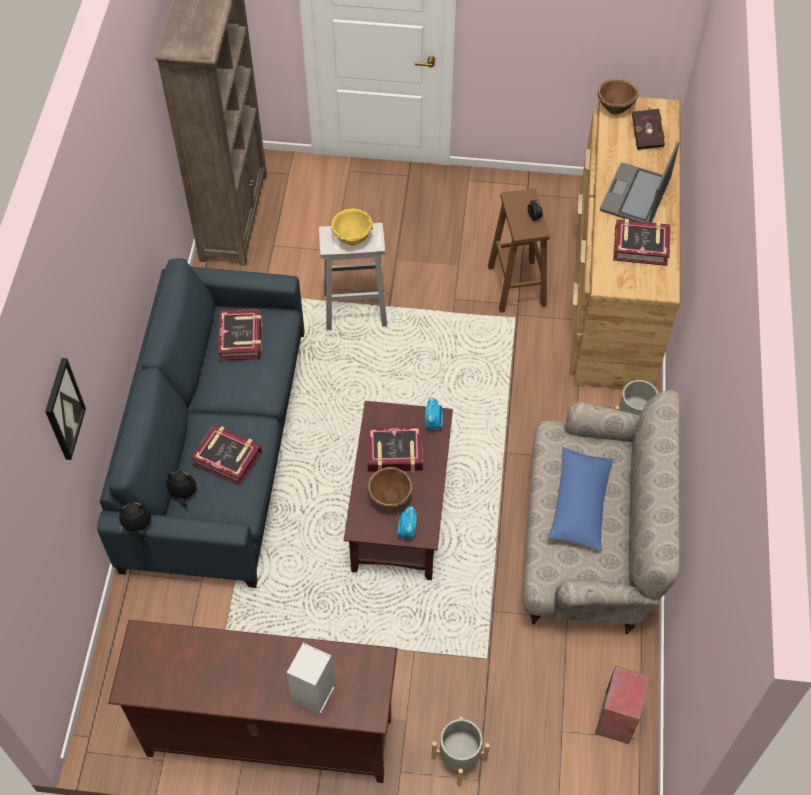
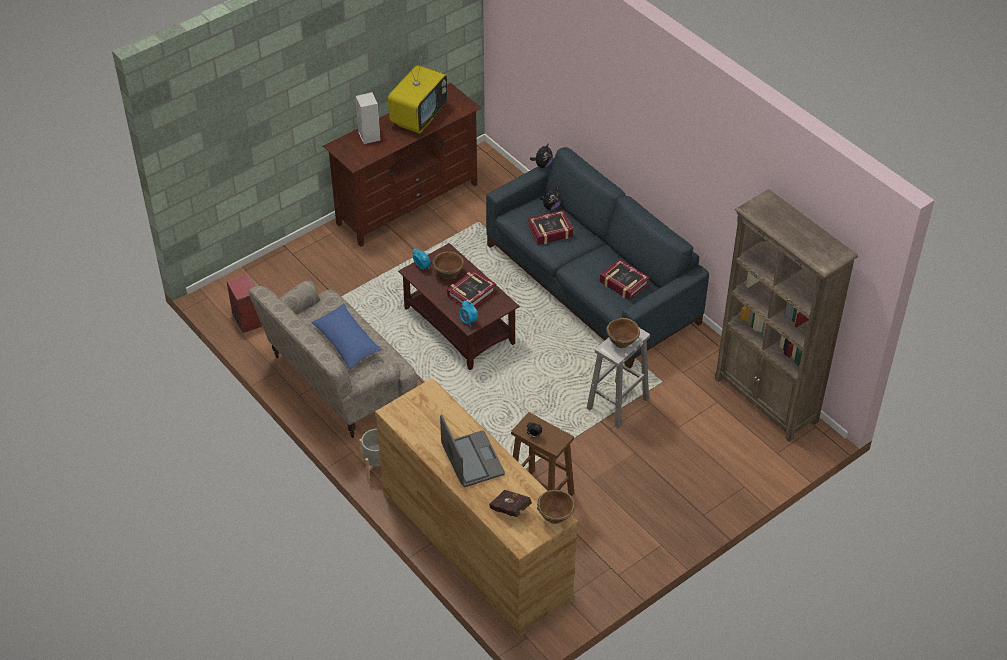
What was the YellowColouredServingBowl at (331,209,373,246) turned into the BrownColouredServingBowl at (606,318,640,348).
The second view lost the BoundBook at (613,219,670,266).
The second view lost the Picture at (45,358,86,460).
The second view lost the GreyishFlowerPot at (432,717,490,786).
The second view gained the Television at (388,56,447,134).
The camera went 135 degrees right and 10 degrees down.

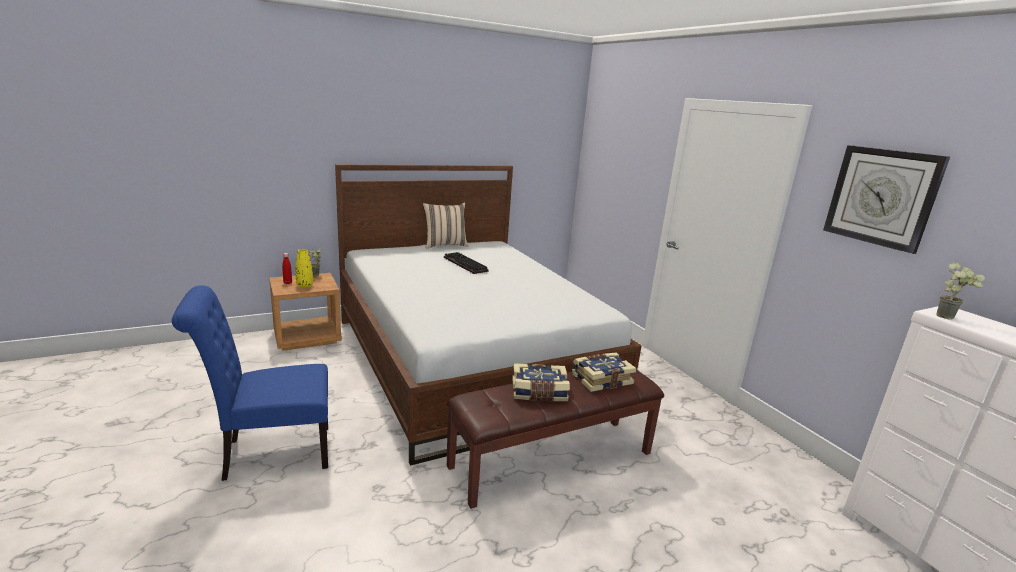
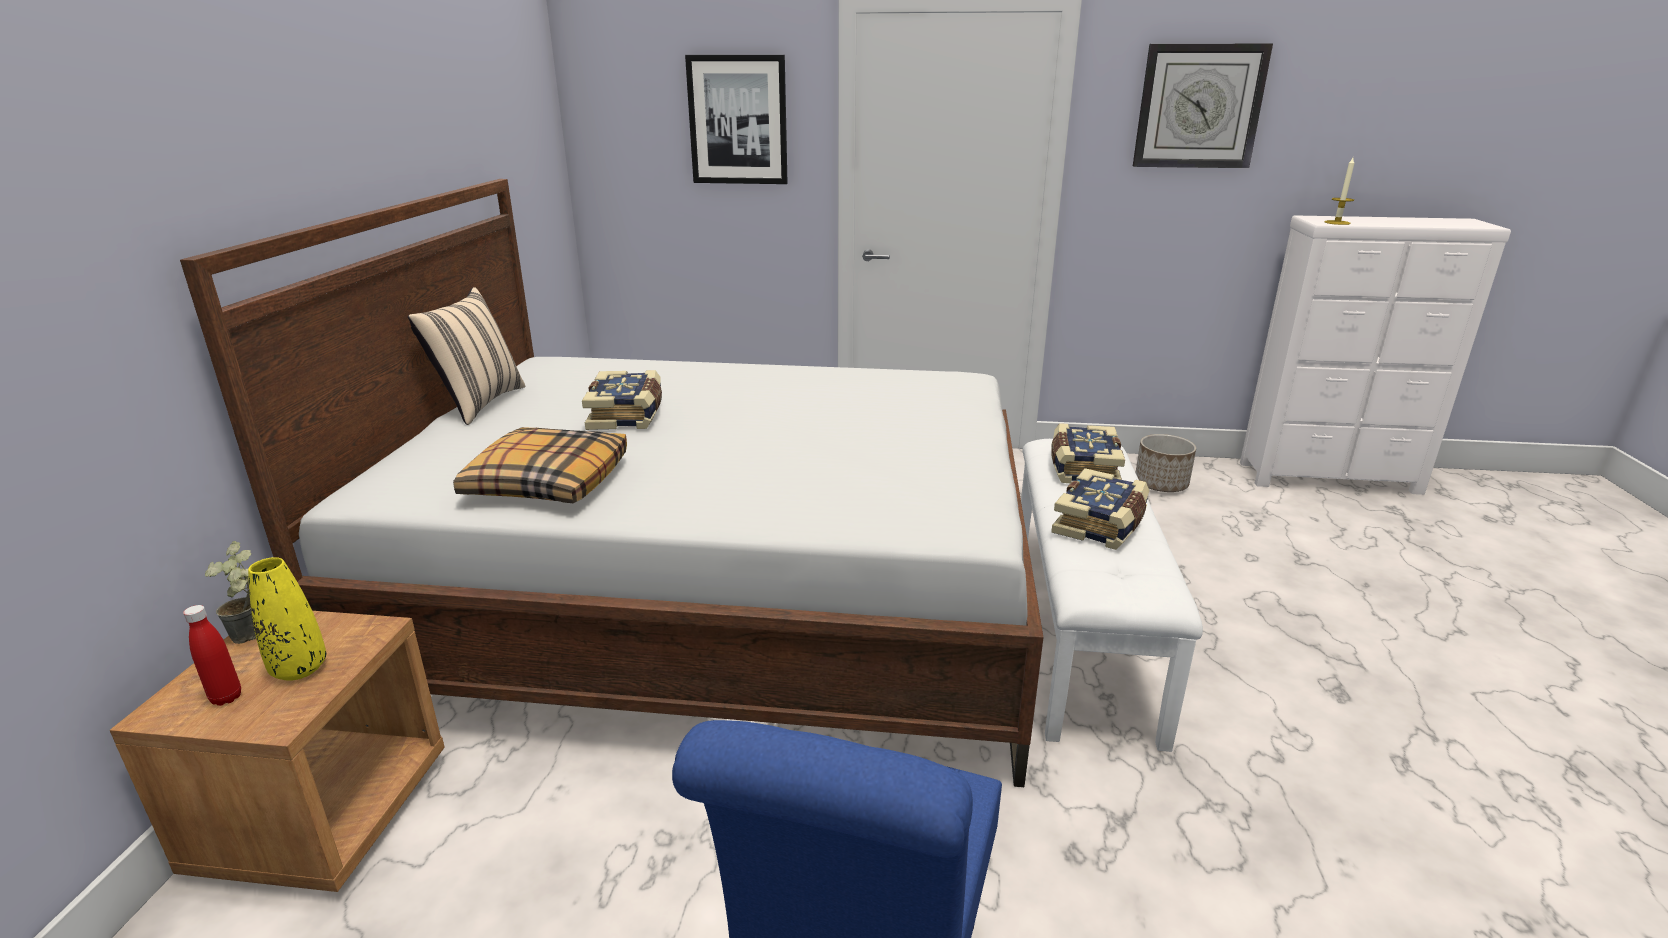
Where the ComputerKeyboard stood at (444,252,489,274), the BoundBook came to stand at (582,370,662,430).
Where the Houseplant stood at (936,262,985,320), the WaxLight came to stand at (1325,158,1354,225).
What was the BrownColouredIndoorBench at (447,369,664,509) turned into the WhiteIndoorBench at (1021,439,1203,752).
The second view gained the Picture at (685,55,788,184).
The second view gained the Cushion at (453,427,627,503).
The second view gained the FlowerPot at (1135,434,1196,492).
The camera went 55 degrees left and 5 degrees up.

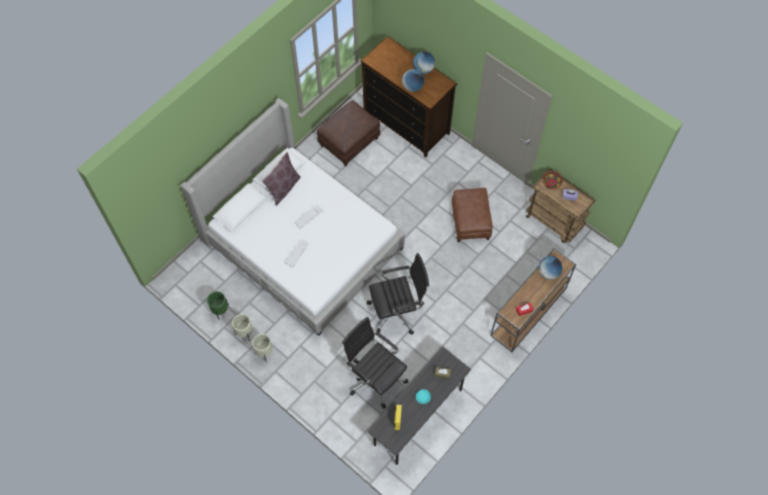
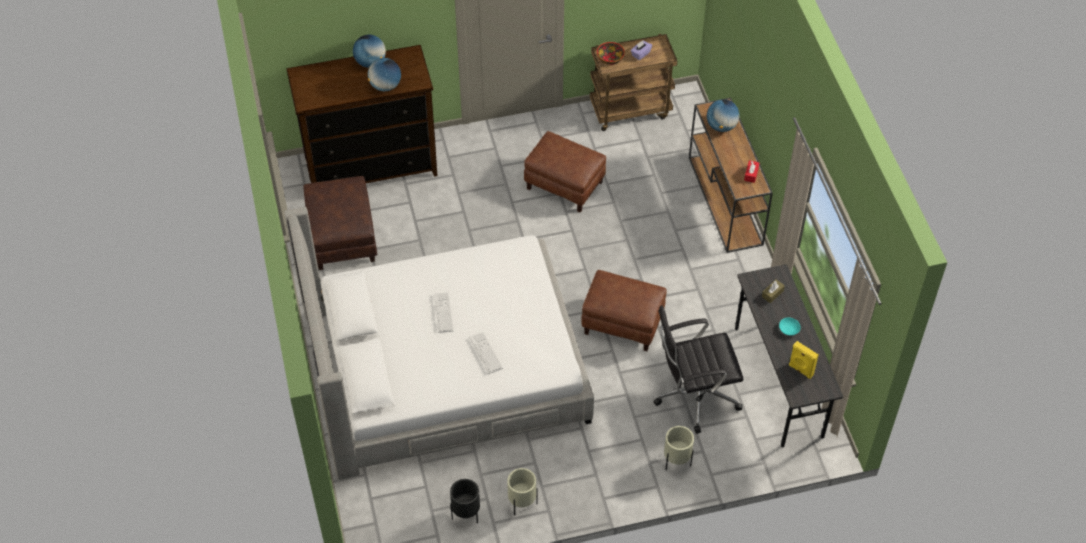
The second view lost the BrownColouredCushion at (262,152,301,206).
Where the BlackColouredComputerChair stood at (367,253,429,335), the BrownColouredPouffe came to stand at (581,270,667,351).
What was the GreenFlowerPot at (207,291,230,320) turned into the BlackColouredFlowerPot at (450,479,480,524).
The BeigeFlowerPot ended up elsewhere, having gone from (252,334,273,362) to (664,426,694,470).
The camera went 55 degrees left and 10 degrees down.

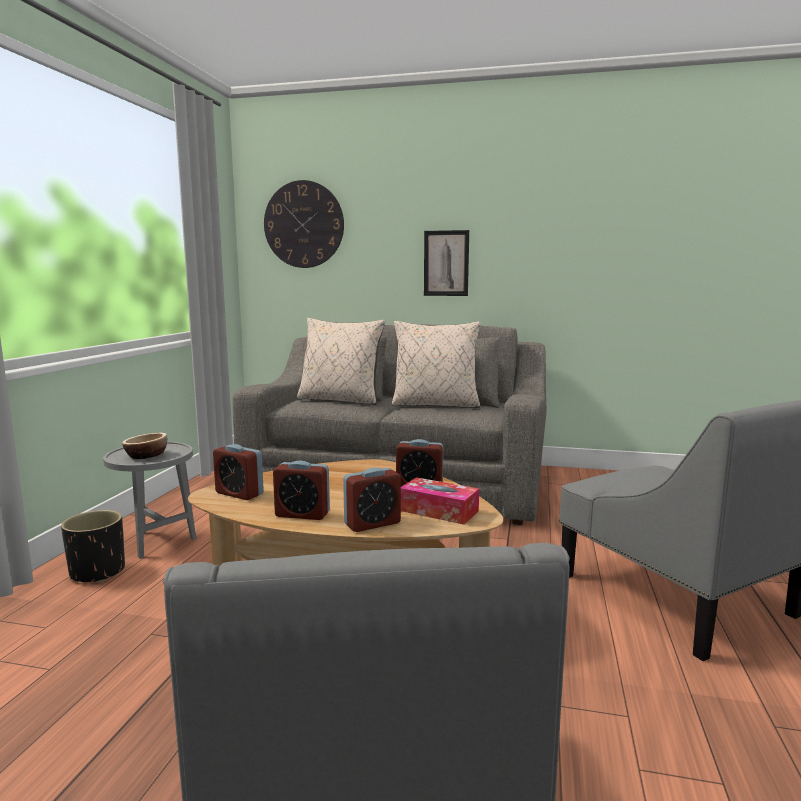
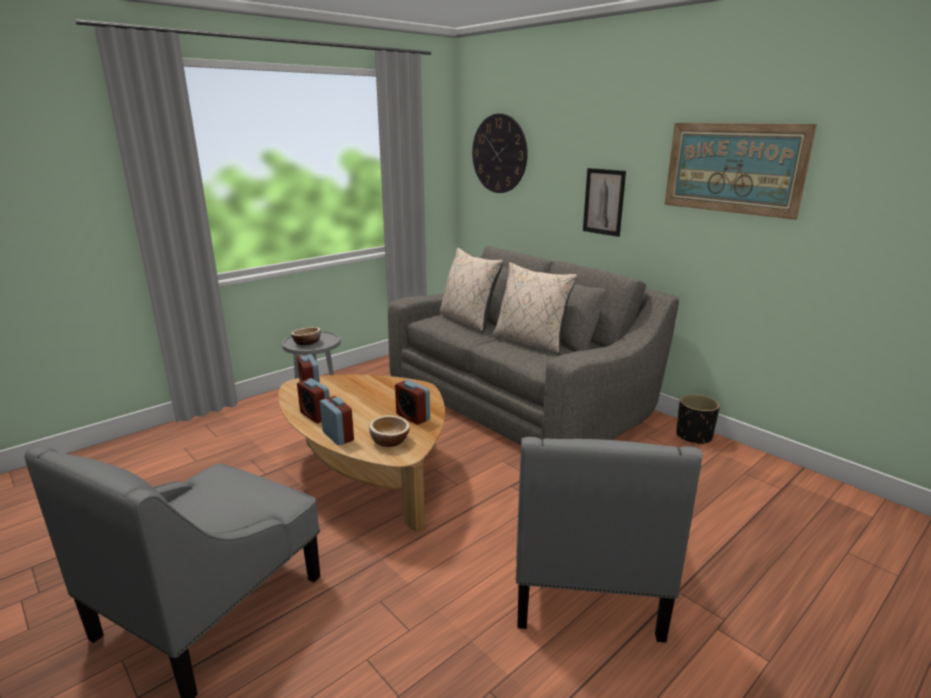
The TableClock at (343,468,401,532) ended up facing another way, 135 degrees counterclockwise from before.
Where the TissueHolder stood at (401,477,479,525), the ServingBowl came to stand at (369,415,410,447).
The BlackColouredFlowerPot ended up elsewhere, having gone from (61,510,125,583) to (676,394,720,445).
The second view gained the Picture at (665,123,817,220).
The camera went 35 degrees right and 10 degrees up.

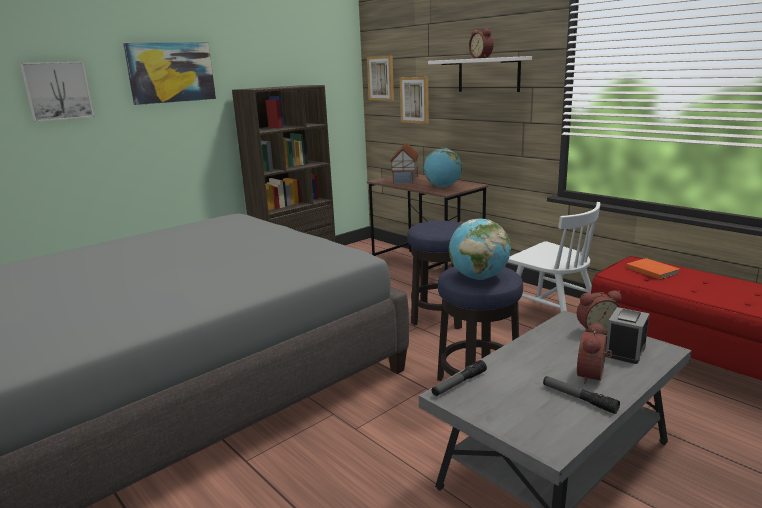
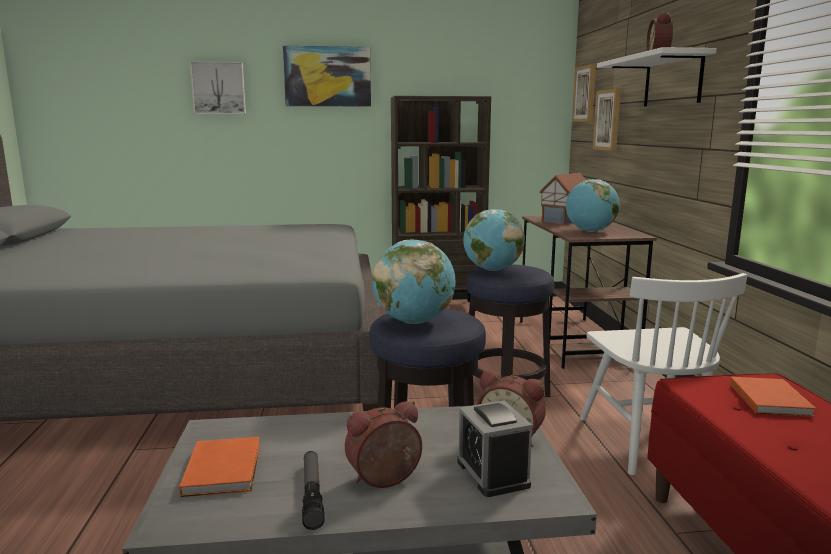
The TableClock at (605,307,650,364) ended up facing another way, 90 degrees counterclockwise from before.
The second view lost the Torch at (432,360,487,396).
The second view gained the DeskGlobe at (463,209,525,271).
The second view gained the OrangeBoundBook at (179,437,260,497).
The camera went 35 degrees right and 5 degrees down.

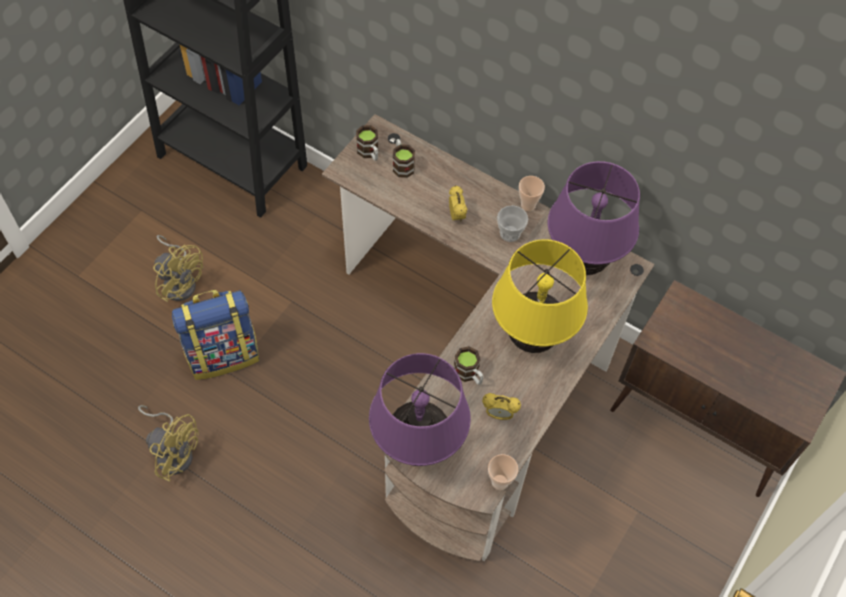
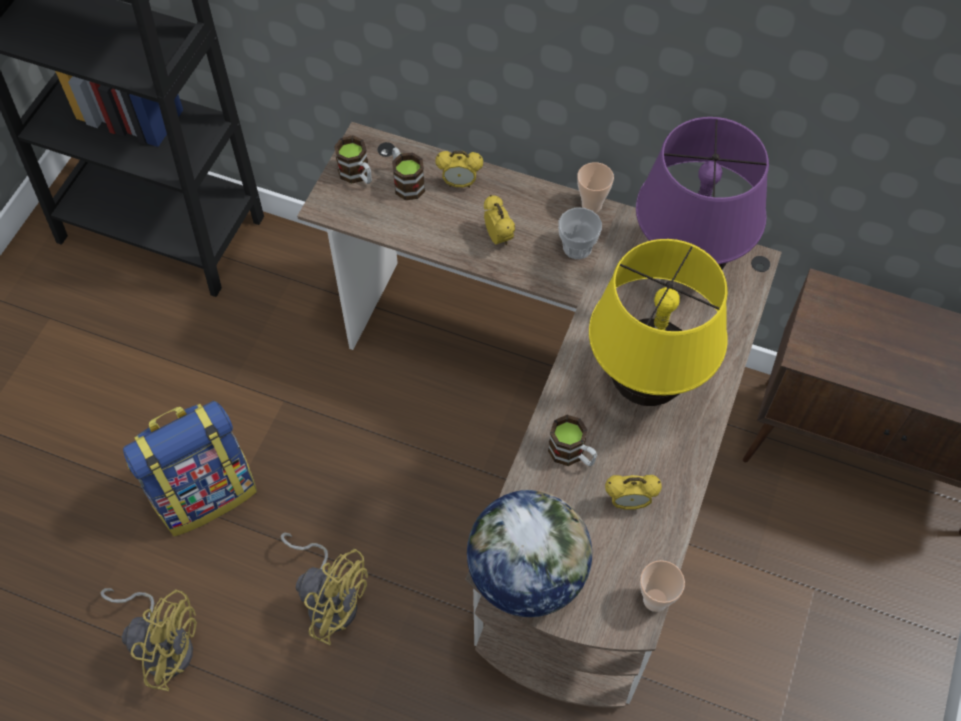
The YellowColouredCoolingFan ended up elsewhere, having gone from (153,235,203,302) to (281,532,368,645).
Where the PurplishLampForATable stood at (369,353,471,466), the DeskGlobe came to stand at (467,490,592,617).
The second view gained the TableClock at (435,151,483,188).
The camera went 10 degrees left and 0 degrees up.

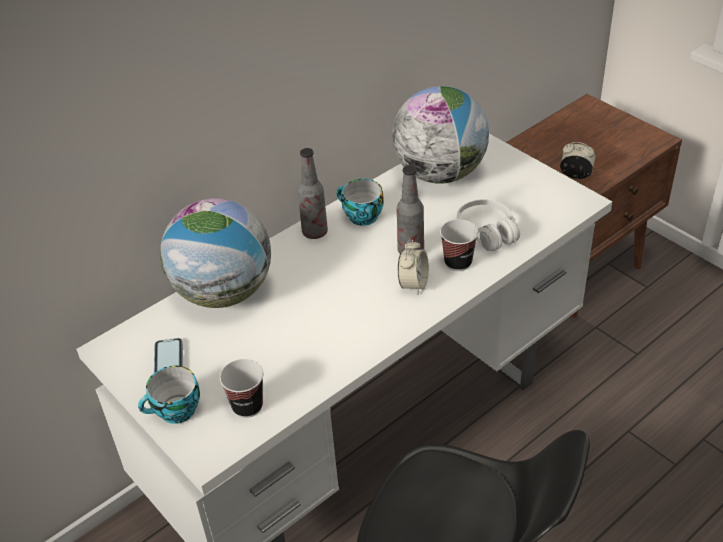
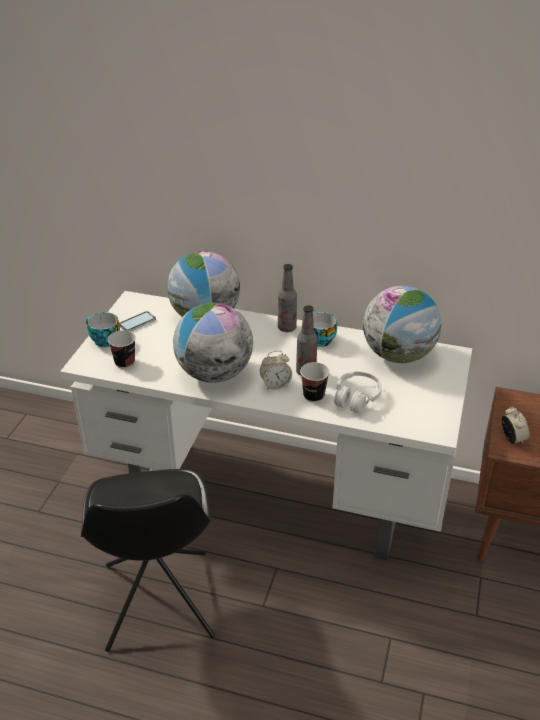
The second view gained the DeskGlobe at (173,303,253,383).
The camera went 55 degrees right and 5 degrees down.

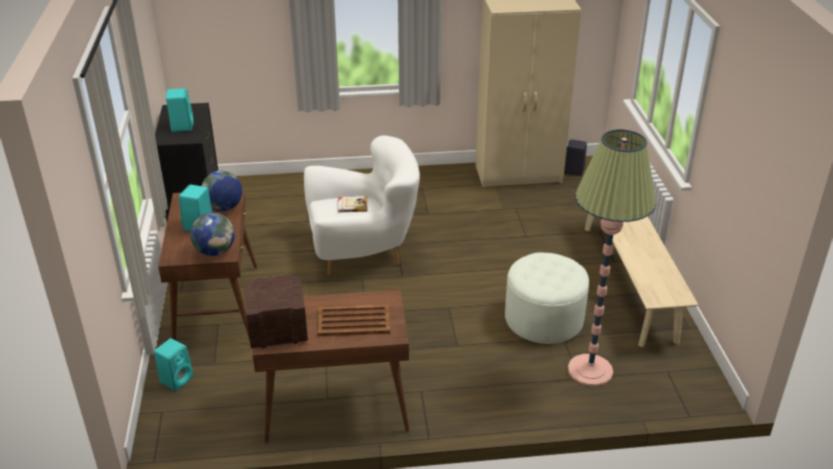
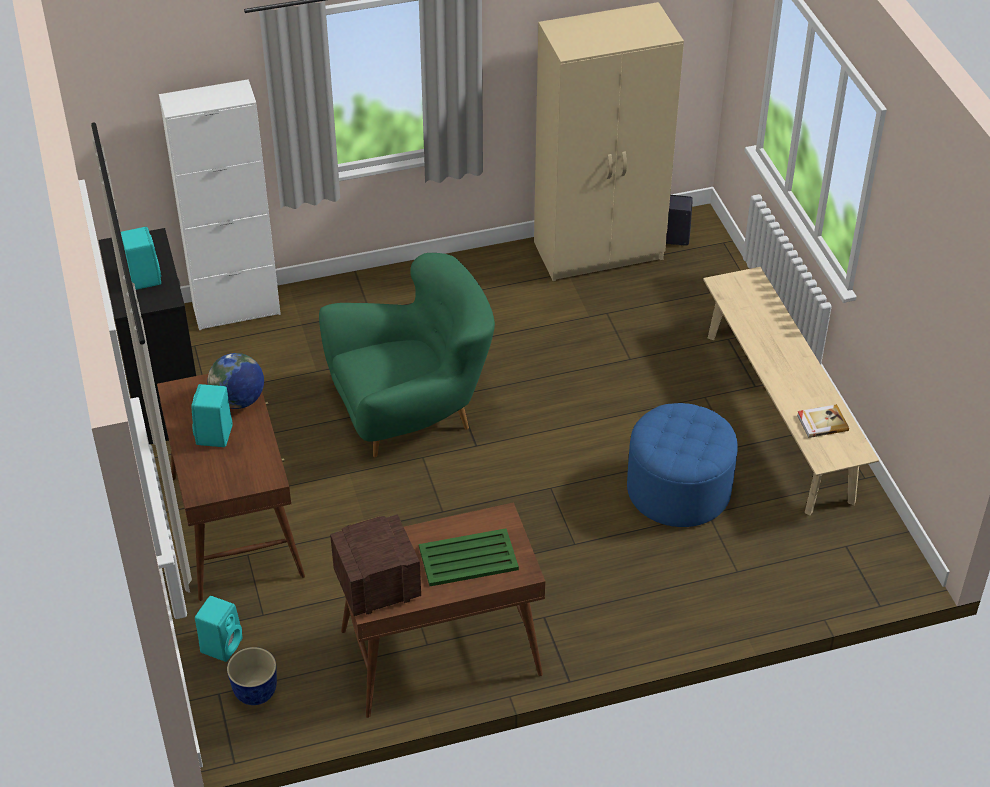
The second view lost the StandardLamp at (568,129,656,386).
What was the WhiteEasyChair at (304,135,420,275) turned into the GreenEasyChair at (319,253,495,457).
The BoundBook ended up elsewhere, having gone from (338,196,368,213) to (797,404,849,438).
The second view lost the DeskGlobe at (190,212,235,256).
What was the WhitePouffe at (505,252,589,344) turned into the BluePouffe at (627,403,738,527).
What was the BrownColouredServingTray at (317,304,390,336) turned into the GreenServingTray at (419,528,519,586).
The second view gained the WhiteCabinet at (159,79,281,330).
The second view gained the FlowerPot at (227,647,277,705).
The camera went 10 degrees left and 10 degrees up.

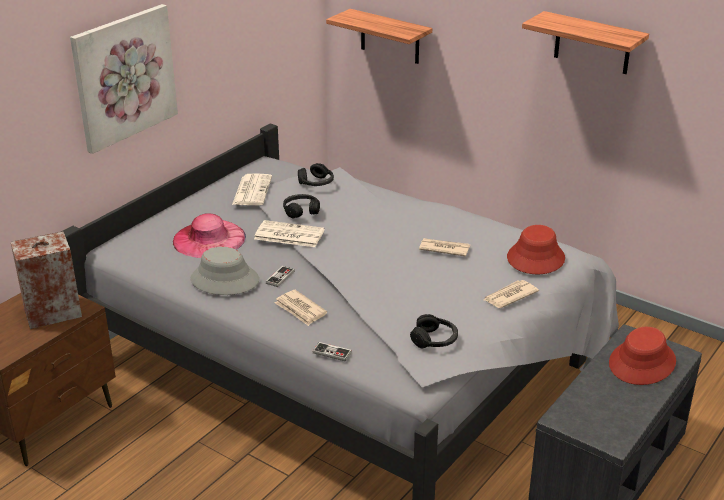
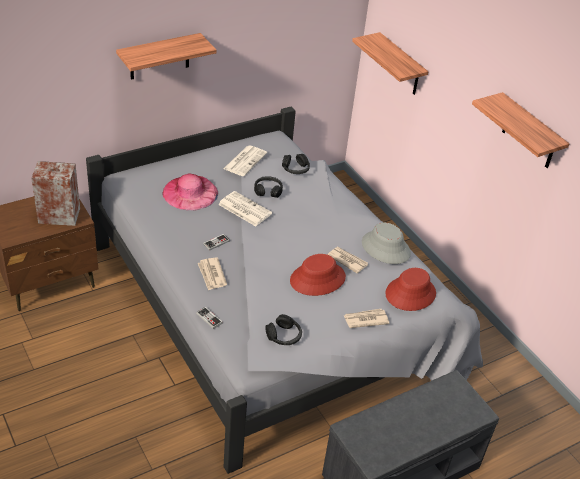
Where the Picture hung at (70,4,178,154), the BracketShelf came to hang at (116,33,217,80).
The GreyishClothingHat ended up elsewhere, having gone from (190,247,259,295) to (362,222,411,264).
The RedColouredClothingHat ended up elsewhere, having gone from (609,327,676,385) to (290,254,346,296).
The camera went 20 degrees right and 10 degrees up.

